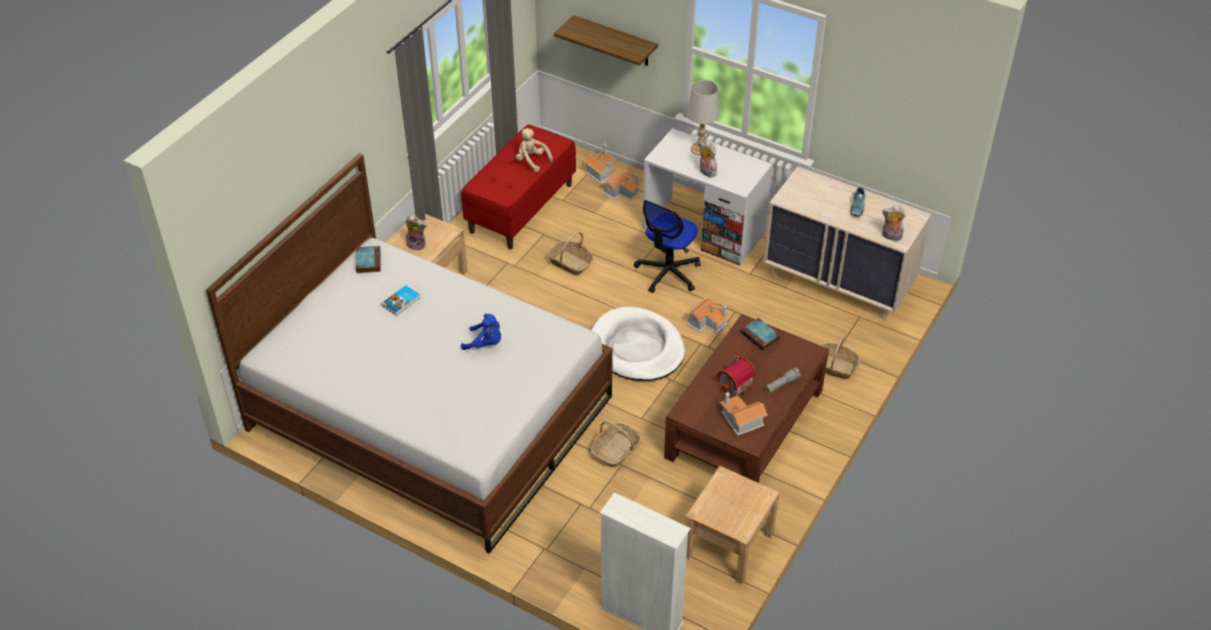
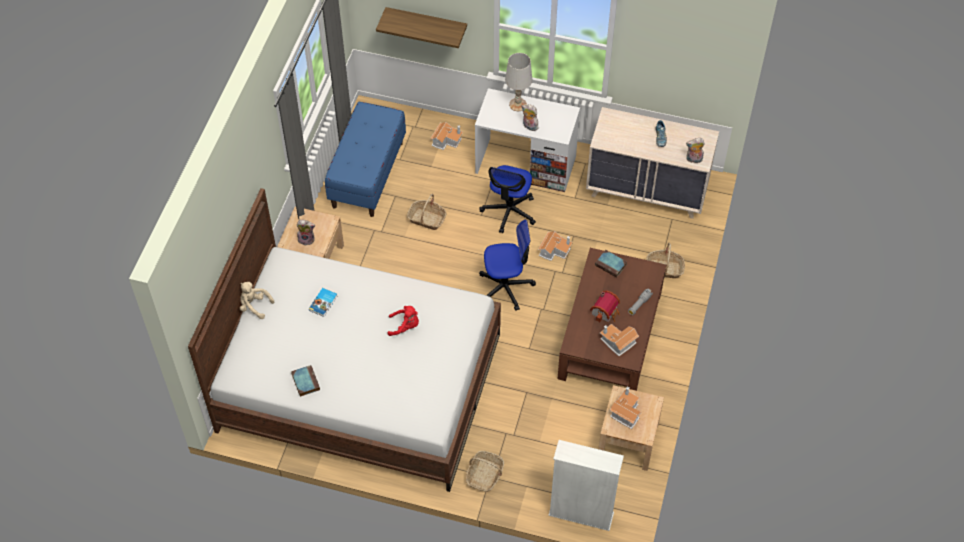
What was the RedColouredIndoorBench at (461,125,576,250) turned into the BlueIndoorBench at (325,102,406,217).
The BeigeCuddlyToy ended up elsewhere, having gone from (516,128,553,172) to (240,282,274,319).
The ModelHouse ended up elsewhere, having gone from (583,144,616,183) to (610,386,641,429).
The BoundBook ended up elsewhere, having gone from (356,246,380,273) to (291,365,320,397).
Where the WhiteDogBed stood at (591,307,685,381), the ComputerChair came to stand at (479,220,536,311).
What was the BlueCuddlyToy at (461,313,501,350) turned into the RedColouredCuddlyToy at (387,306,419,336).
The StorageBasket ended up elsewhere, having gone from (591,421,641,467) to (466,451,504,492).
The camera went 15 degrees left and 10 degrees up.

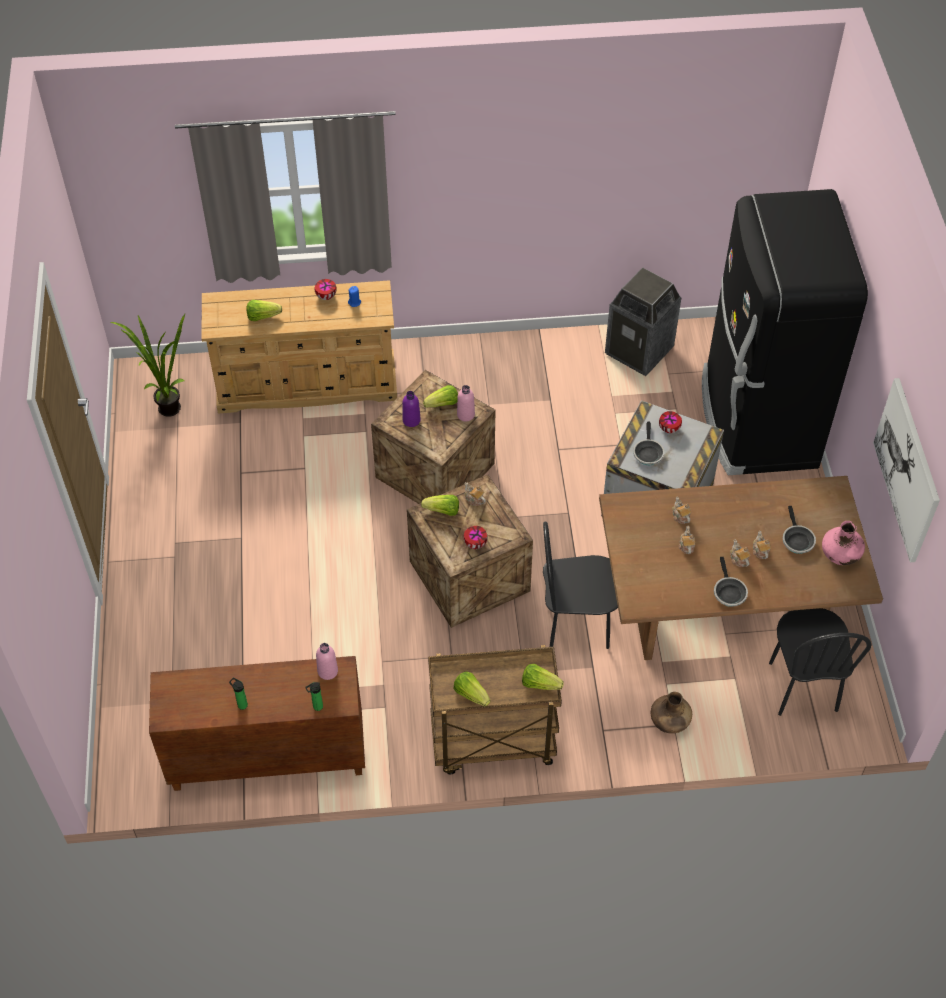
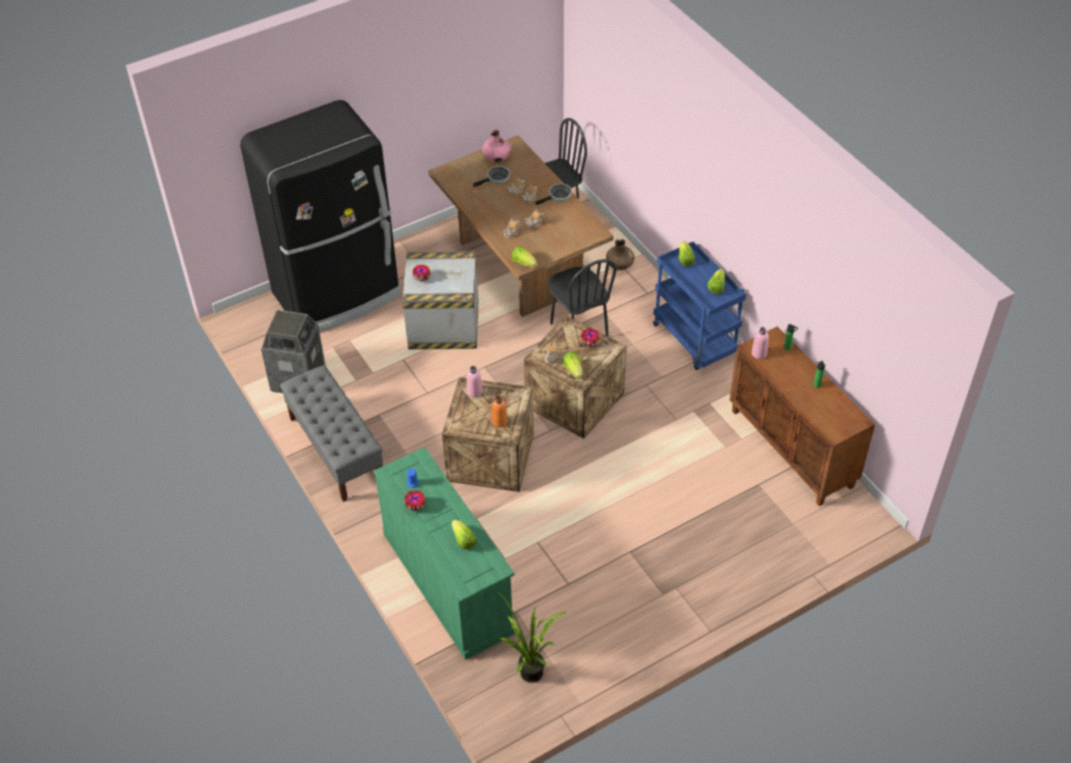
What was the BeigeChestOfDrawers at (201,280,397,413) turned into the GreenChestOfDrawers at (373,447,515,660).
The second view lost the Picture at (873,378,940,562).
The Lettuce ended up elsewhere, having gone from (423,385,458,408) to (511,246,538,267).
What was the PurplishBeverageBottle at (402,391,421,427) turned into the OrangeBeverageBottle at (492,396,508,427).
The second view lost the Pan at (633,421,664,465).
What was the BrownColouredTrolley at (428,645,562,774) turned into the BlueTrolley at (653,241,746,370).
The second view gained the GreyishIndoorBench at (280,365,383,502).
The camera went 115 degrees left and 5 degrees down.

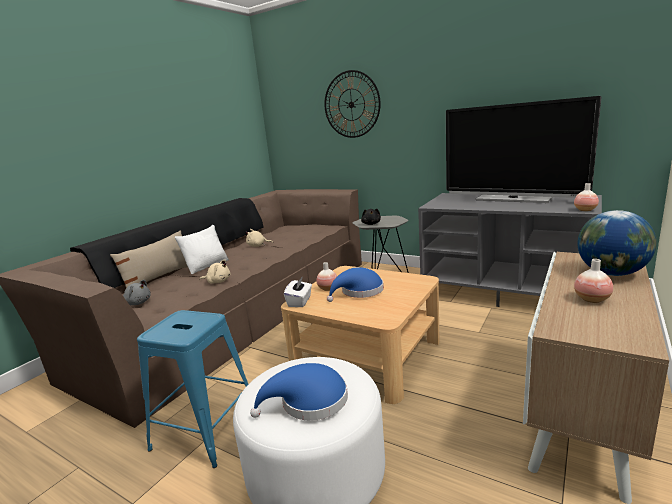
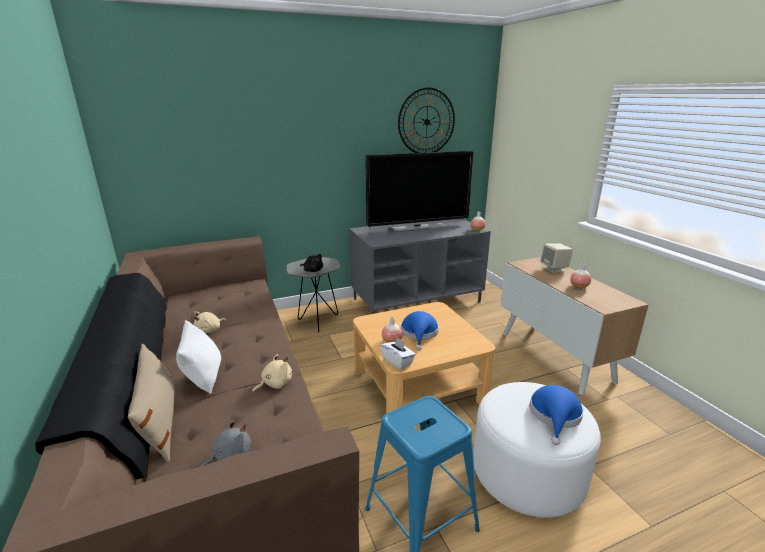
The HangingClock ended up elsewhere, having gone from (324,70,381,138) to (398,87,455,153).
Where the DeskGlobe stood at (577,210,657,276), the BeigeLoudspeaker came to stand at (540,243,573,273).
The camera went 55 degrees left and 5 degrees up.

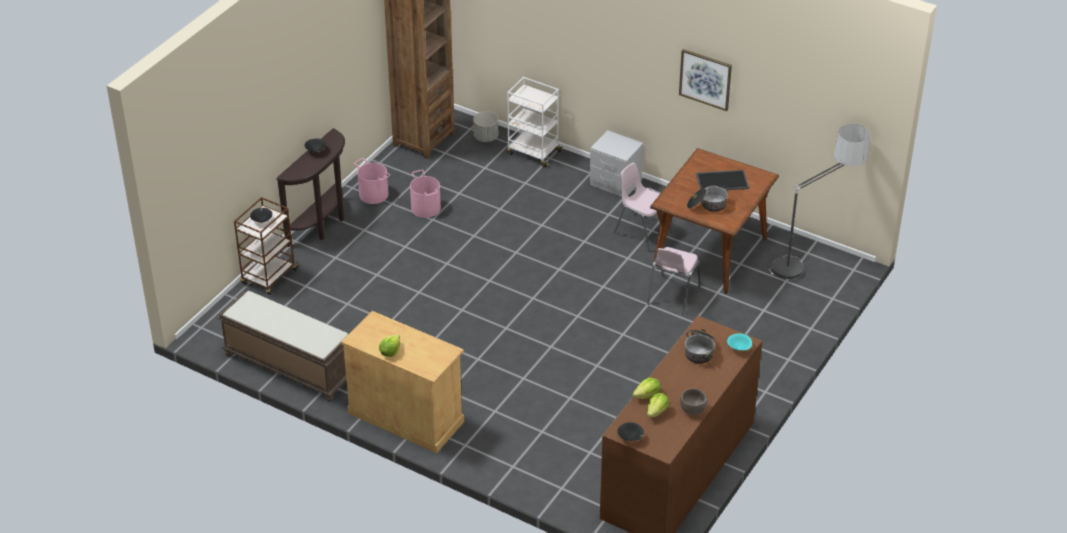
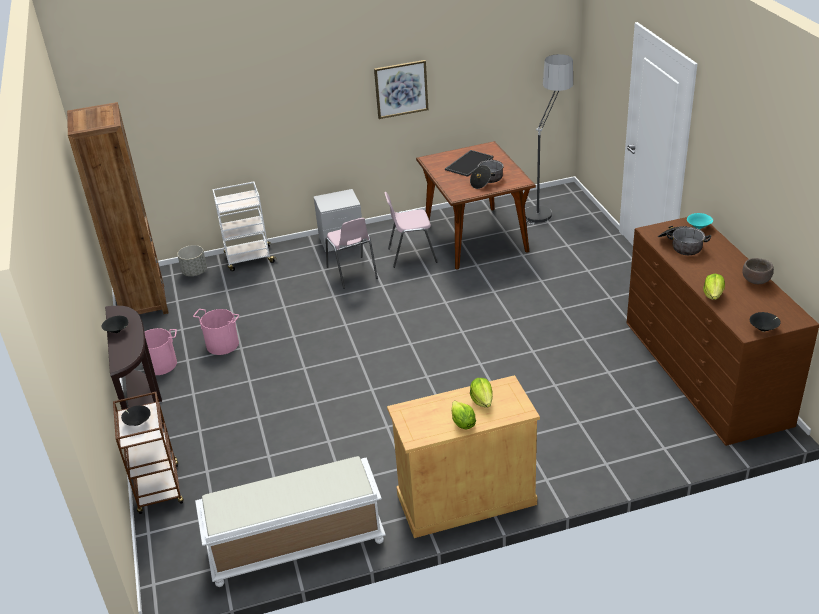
The PinkColouredChair ended up elsewhere, having gone from (647,247,700,315) to (325,218,378,289).
What was the BrownColouredIndoorBench at (217,291,348,402) turned into the WhiteIndoorBench at (195,456,386,587).
The Lettuce ended up elsewhere, having gone from (647,393,669,418) to (470,378,493,408).
The camera went 45 degrees left and 5 degrees down.

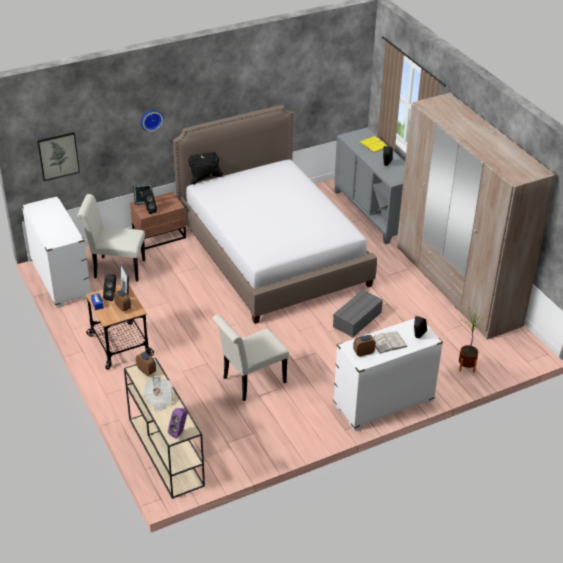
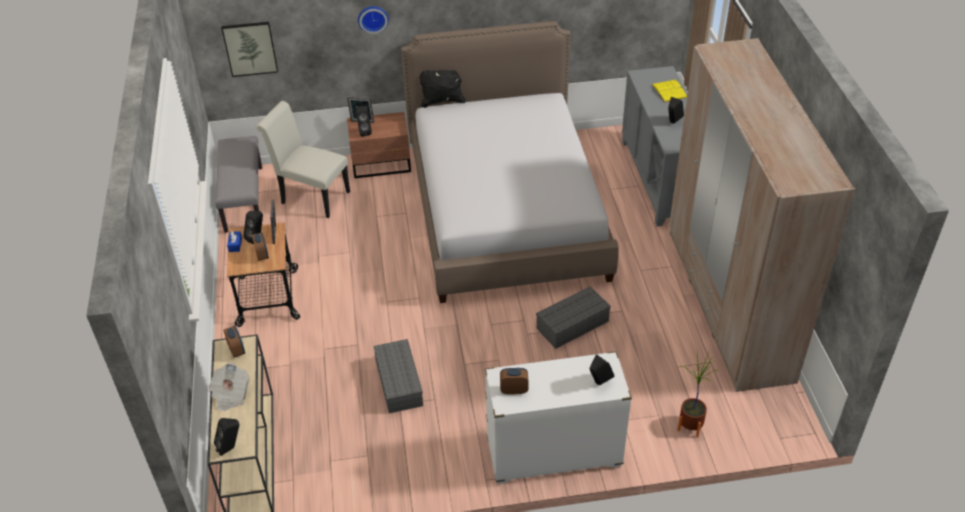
Where the WhiteChestOfDrawers stood at (22,196,91,308), the GreyishIndoorBench came to stand at (215,136,262,233).
Where the WhiteChair stood at (212,314,289,401), the GreyishStorageBin came to stand at (374,339,423,414).
The second view lost the WhiteBoundBook at (373,331,408,354).
What was the PurplishLoudspeaker at (168,408,188,439) turned into the BlackColouredLoudspeaker at (214,418,240,456).
The camera went 20 degrees right and 5 degrees up.

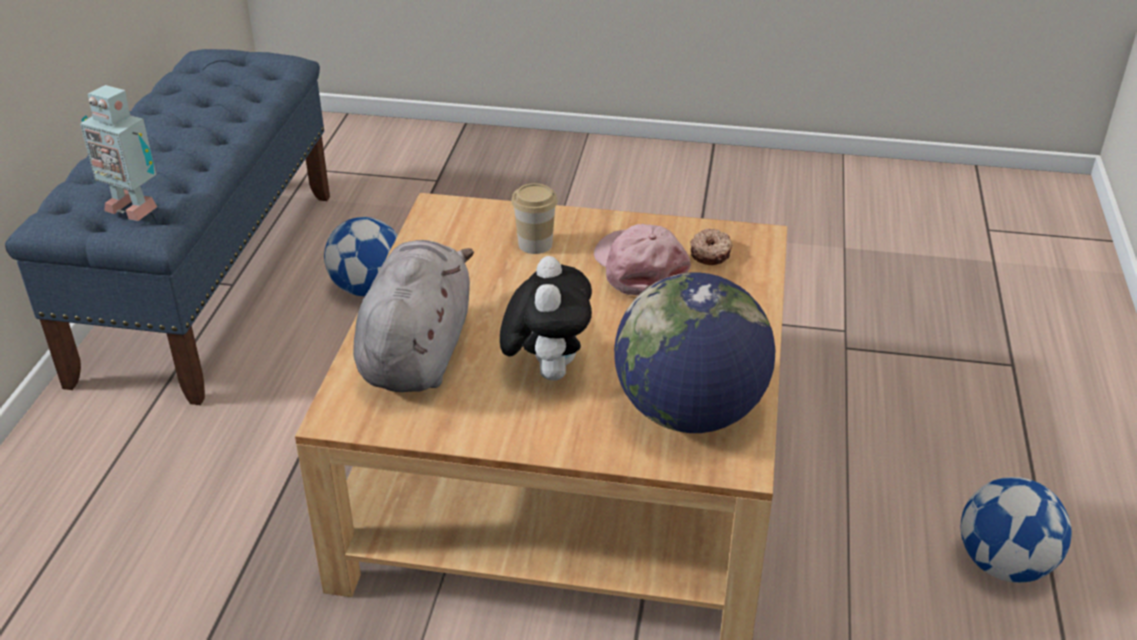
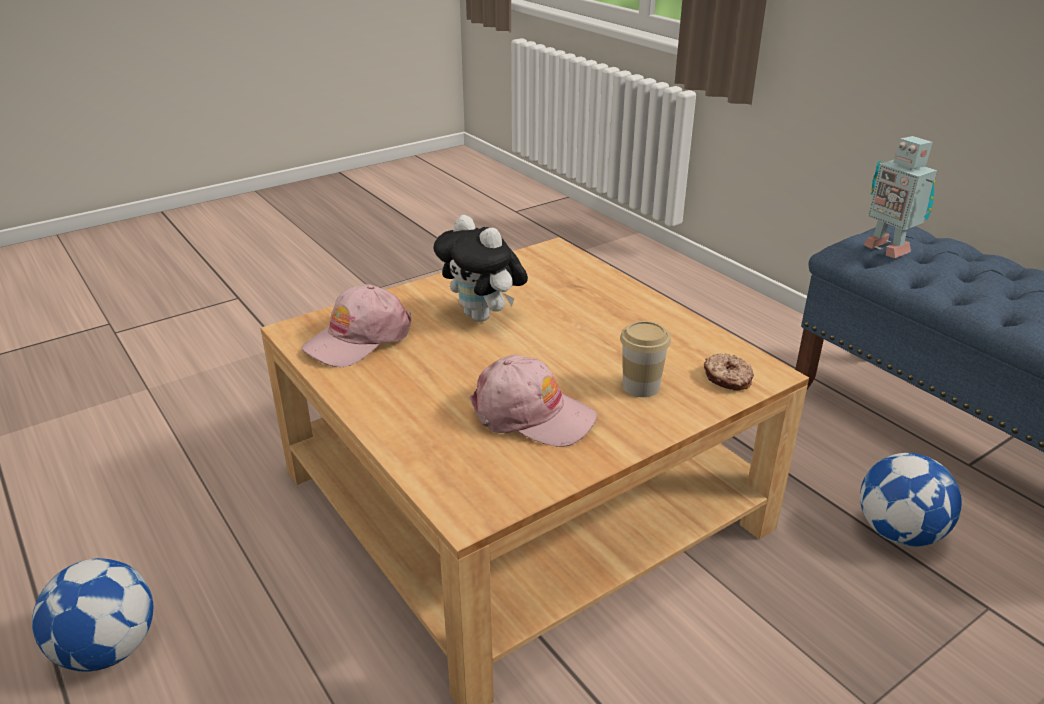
The RobotFigure at (80,85,157,221) ended up facing another way, 105 degrees counterclockwise from before.
The Doughnut ended up elsewhere, having gone from (690,229,732,265) to (704,353,754,391).
The second view lost the GreyishCuddlyToy at (353,240,474,392).
Where the DeskGlobe stood at (614,272,775,433), the PinkColouredPeakedCap came to stand at (301,284,411,367).
The camera went 135 degrees right and 5 degrees down.

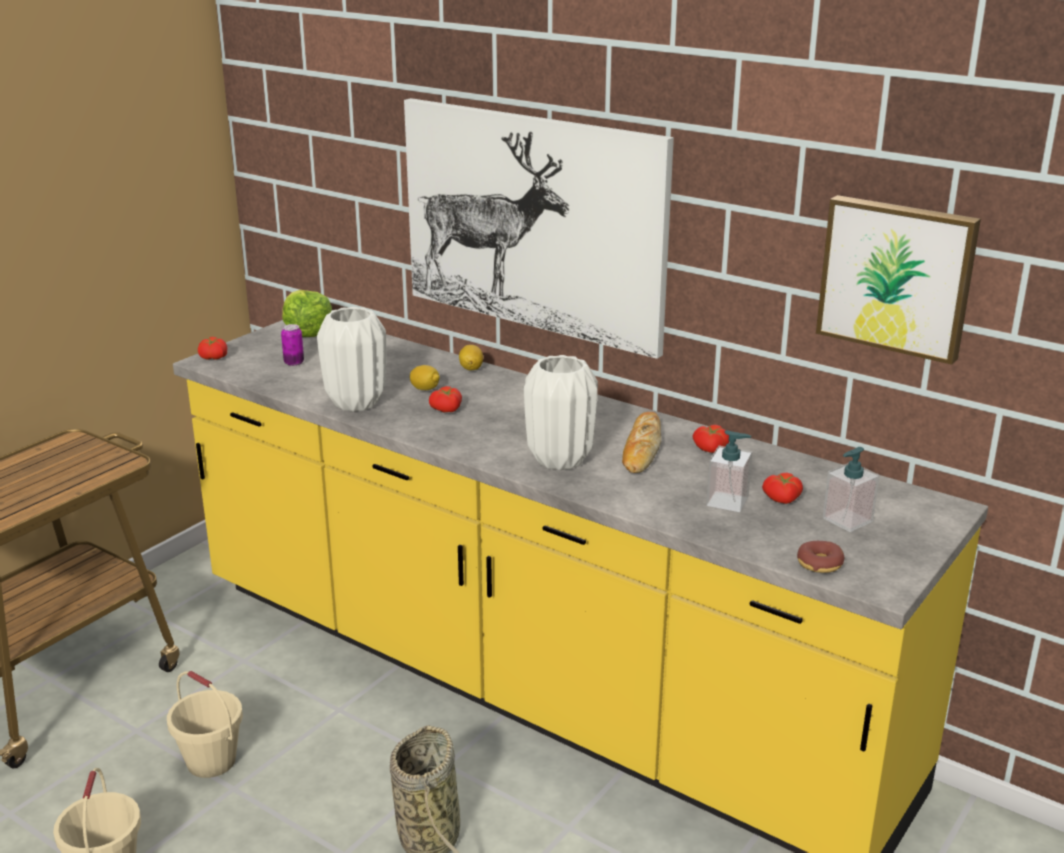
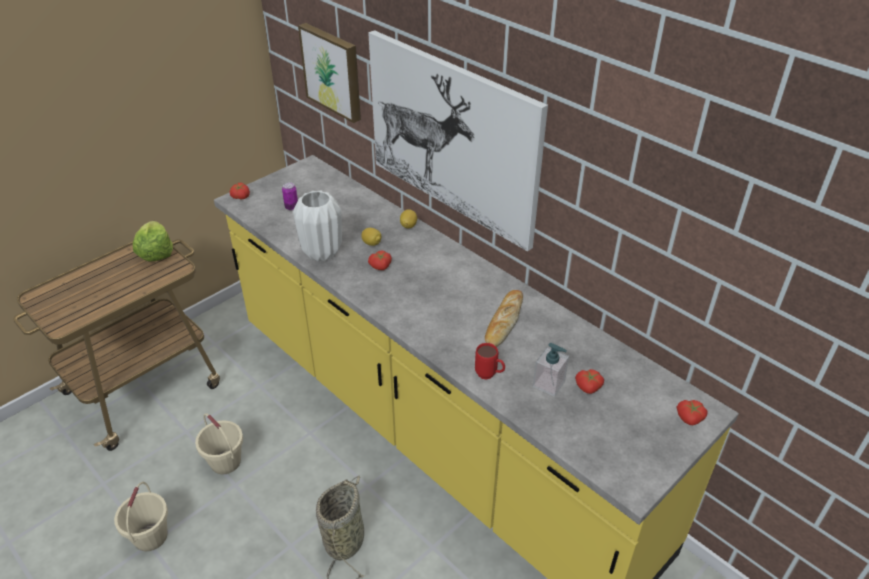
The Picture ended up elsewhere, having gone from (816,195,981,365) to (298,23,361,123).
The Lettuce ended up elsewhere, having gone from (282,290,332,337) to (133,221,173,262).
The second view lost the WhiteVase at (524,355,598,470).
The WholeTomato ended up elsewhere, having gone from (692,425,729,453) to (677,400,708,425).
The second view lost the SoapDispenser at (822,447,880,532).
The second view lost the Doughnut at (797,541,844,573).
The second view gained the RedColouredTeaMug at (475,343,505,380).
The camera went 10 degrees right and 15 degrees up.

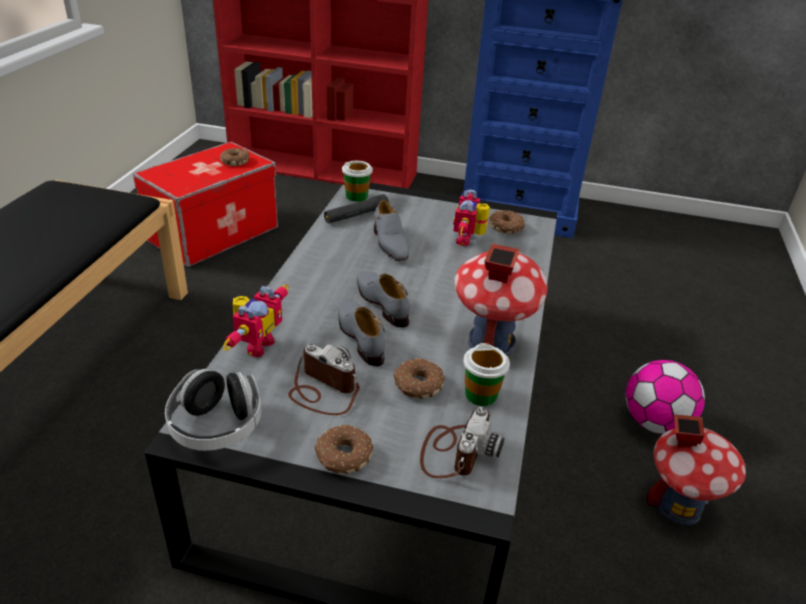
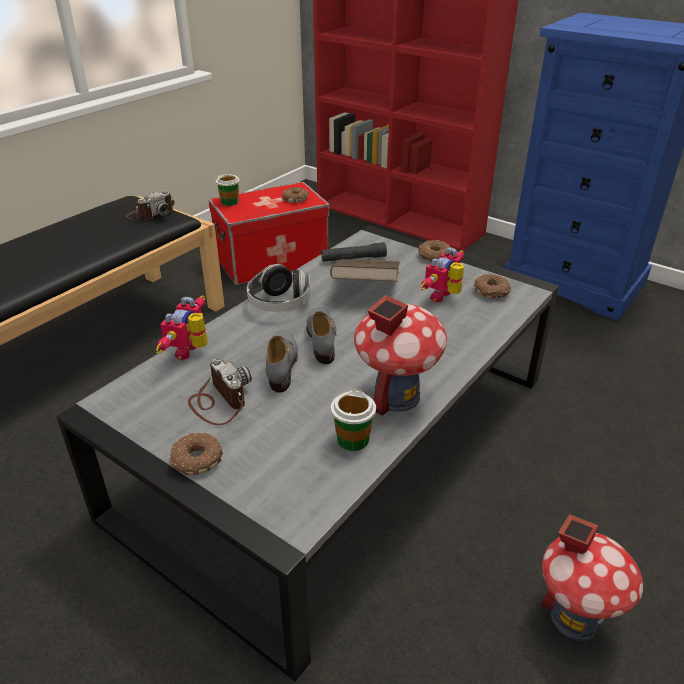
The SmallCup ended up elsewhere, having gone from (342,161,373,202) to (216,174,240,206).
Where the GreyishLowShoe stood at (374,200,409,262), the BrownColouredBoundBook came to stand at (330,259,400,282).
The RobotFigure at (223,285,289,357) ended up facing another way, 150 degrees clockwise from before.
The Doughnut ended up elsewhere, having gone from (393,358,445,399) to (418,240,452,262).
The second view lost the BallForFootball at (626,360,705,434).
The Headset ended up elsewhere, having gone from (165,369,262,451) to (247,264,310,312).
The PhotoCamera ended up elsewhere, having gone from (420,407,504,478) to (126,190,175,220).
The camera went 25 degrees right and 0 degrees up.

